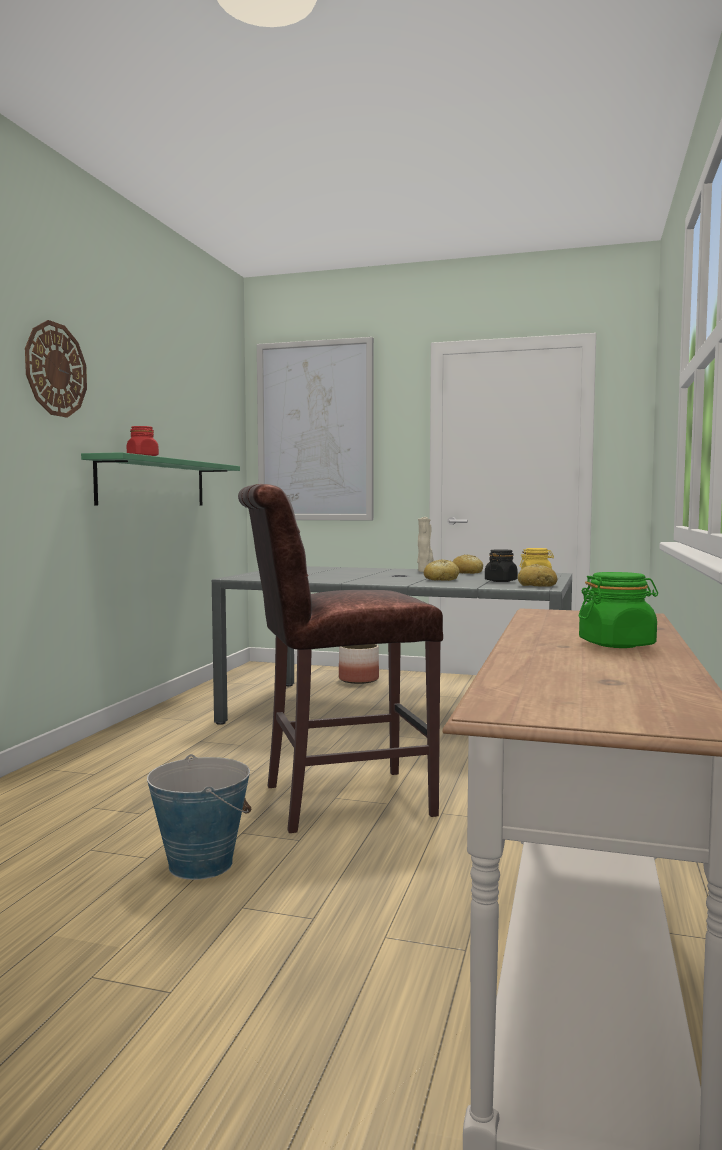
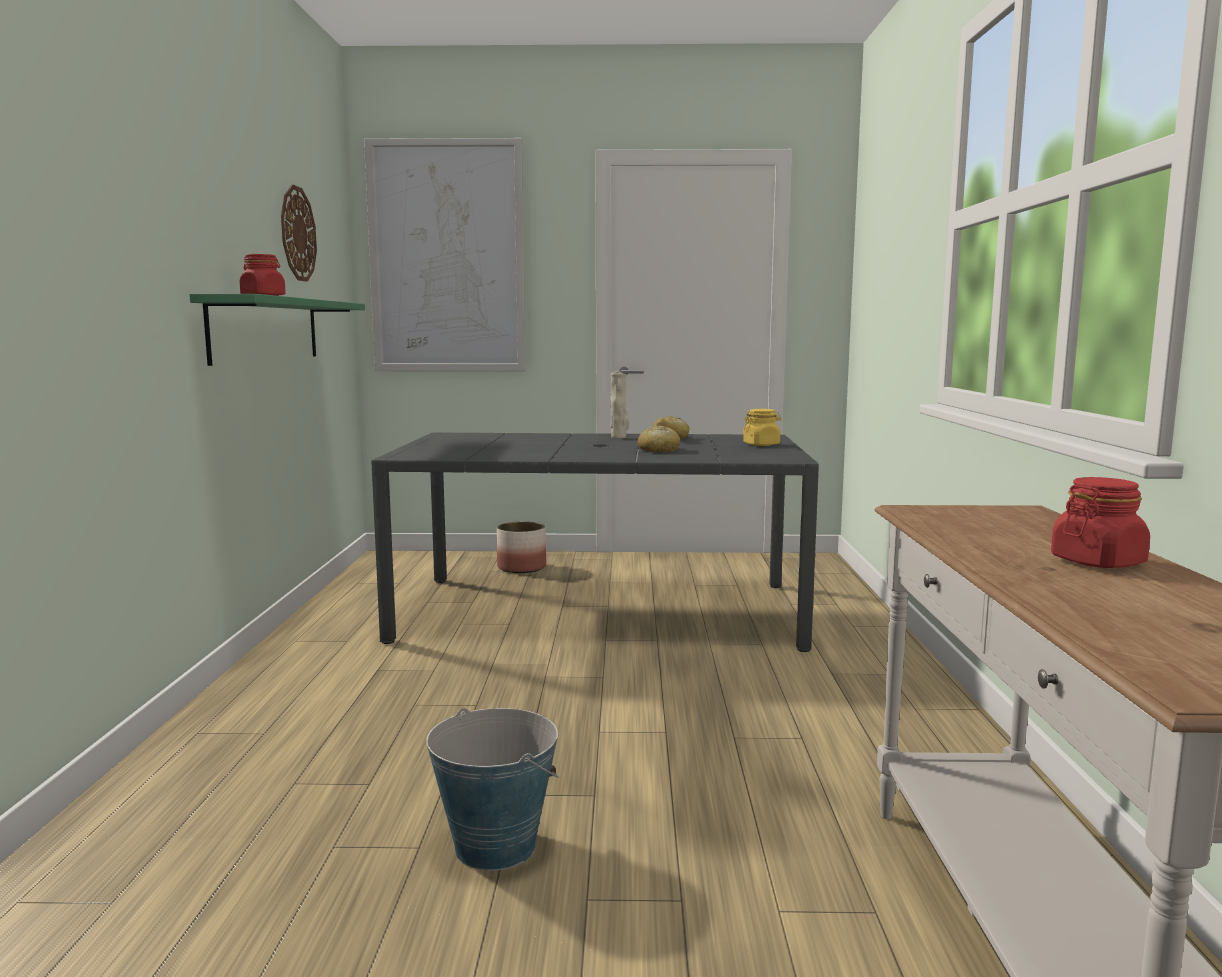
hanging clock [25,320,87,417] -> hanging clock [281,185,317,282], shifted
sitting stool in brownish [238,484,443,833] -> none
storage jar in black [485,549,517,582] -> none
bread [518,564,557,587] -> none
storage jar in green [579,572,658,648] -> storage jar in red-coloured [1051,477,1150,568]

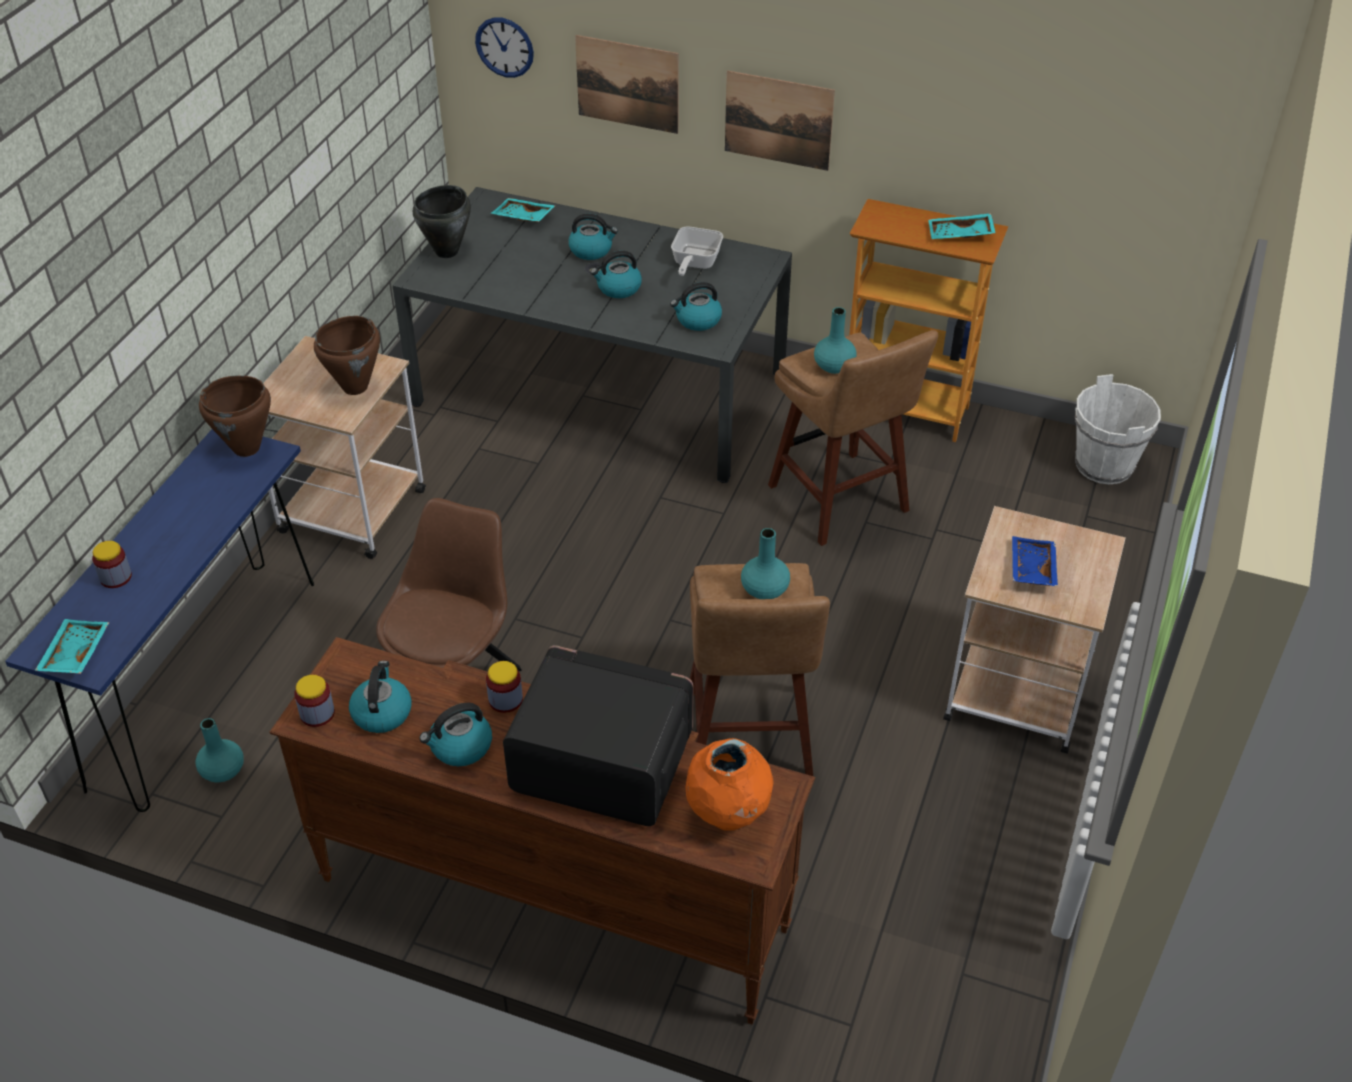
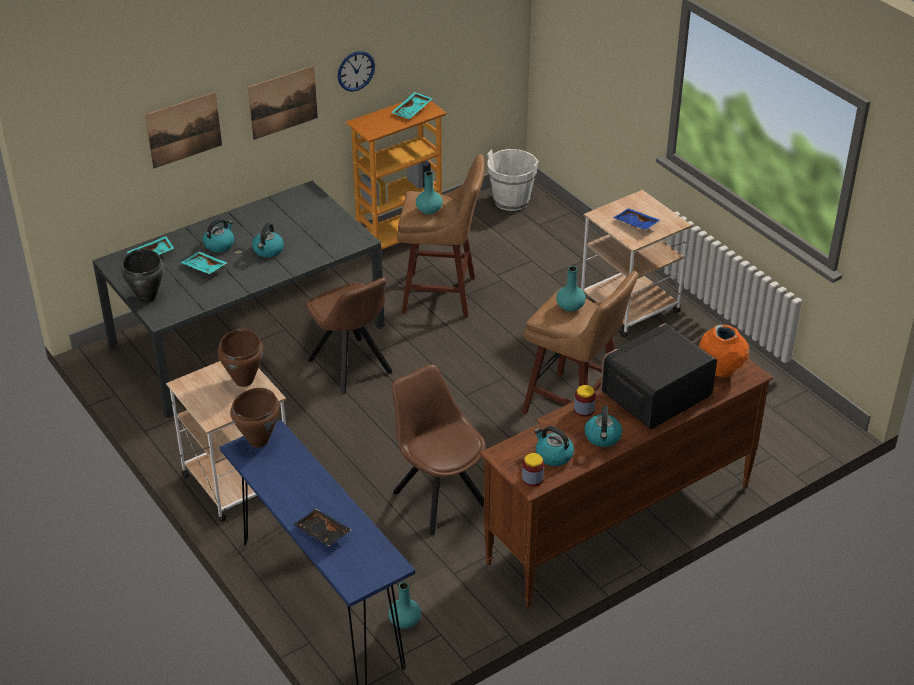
tray in turquoise [35,619,109,674] -> tray in turquoise [181,252,227,274], shifted
storage jar [92,541,132,588] -> tray in black [293,509,351,546]
hanging clock [475,17,534,78] -> hanging clock [338,51,375,92], shifted
kettle [670,282,722,331] -> none
pan [671,226,723,276] -> none
none -> upright chair in brownish [306,277,392,394]

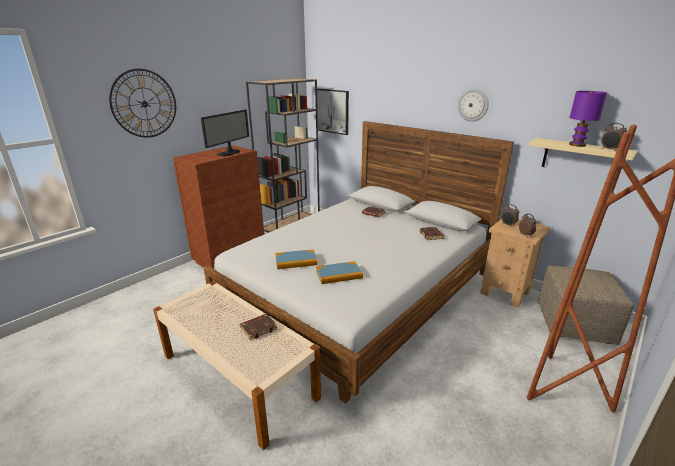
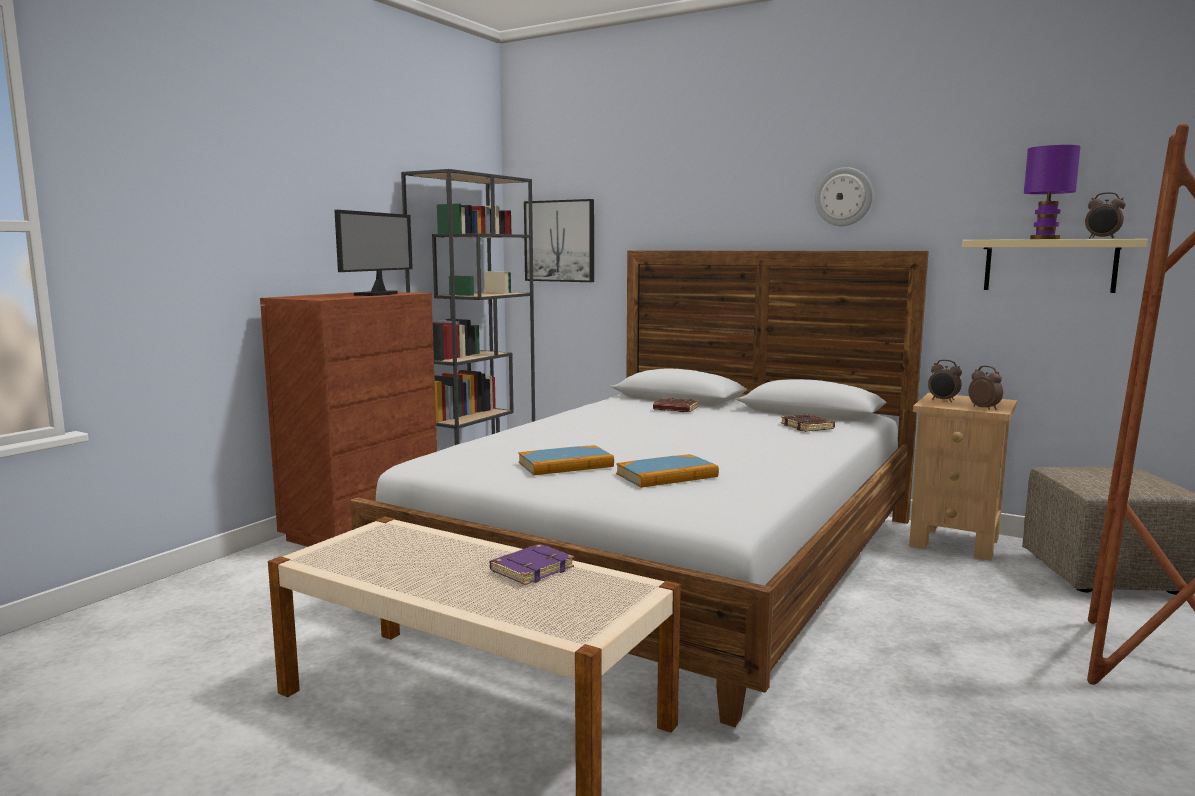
hanging clock [109,69,176,138] -> none
bound book in brownish [240,314,278,341] -> bound book in purplish [490,544,574,585]

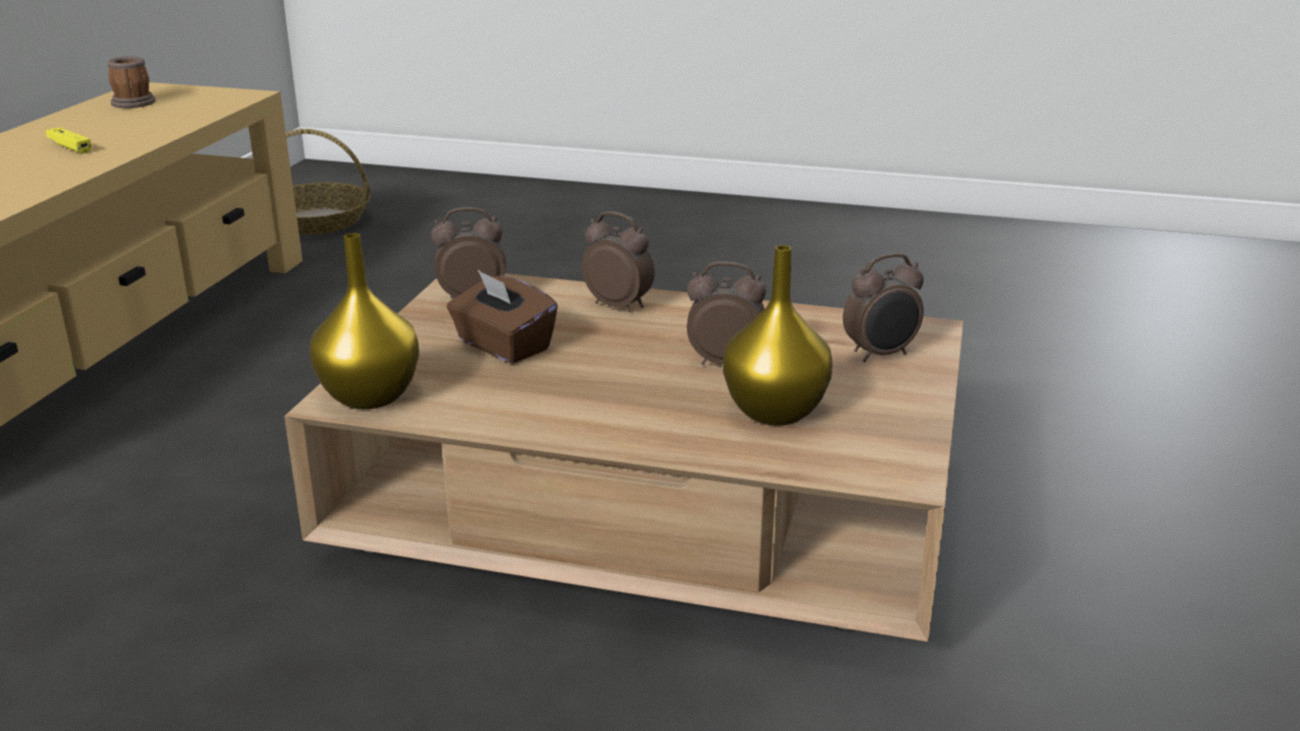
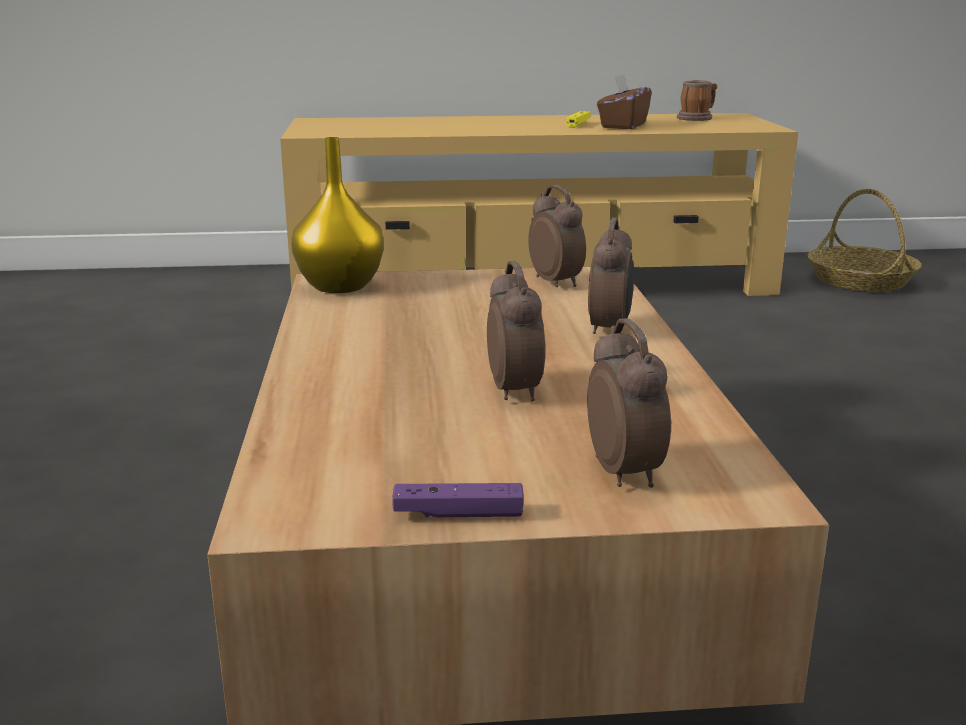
tissue holder in brownish [447,269,558,364] -> tissue holder in brownish [597,74,652,129], shifted
vase in yellowish [723,245,833,426] -> none
alarm clock [843,253,924,362] -> alarm clock [587,318,671,488], 150 degrees counterclockwise
none -> joypad in purplish [392,483,524,517]

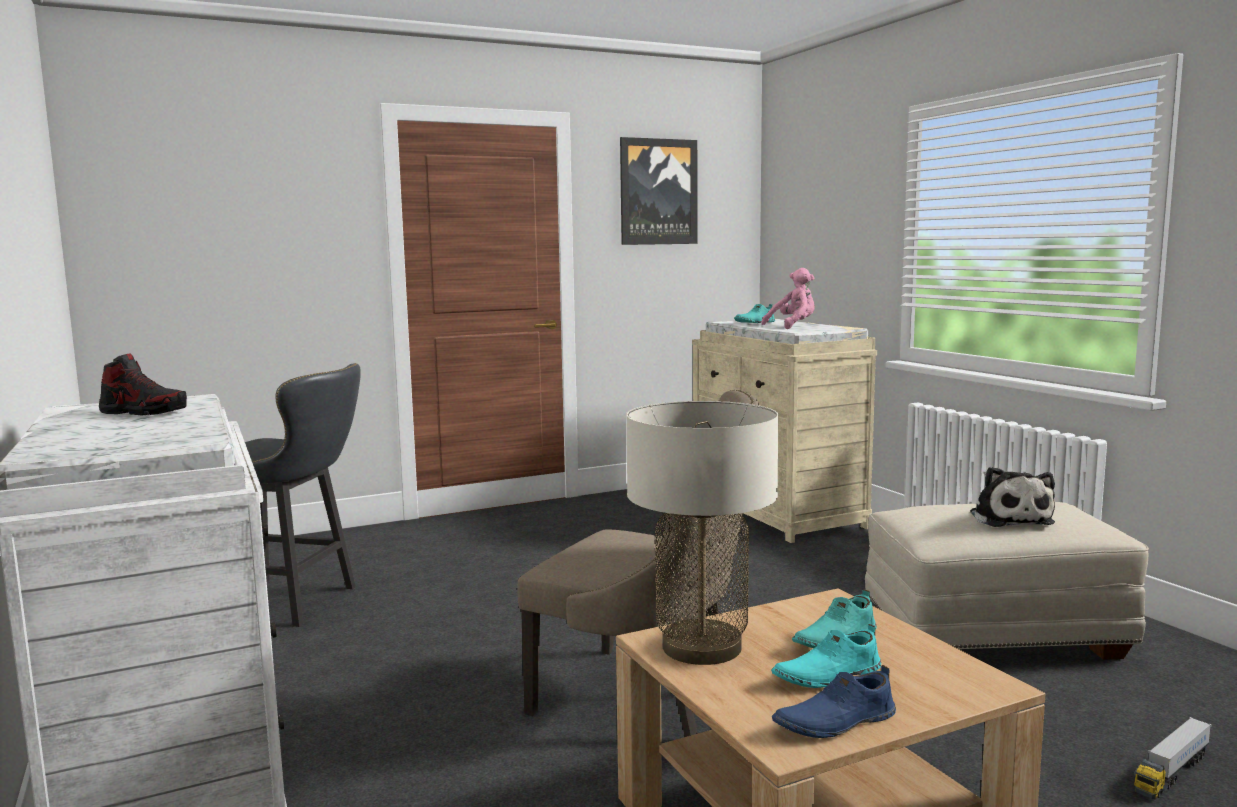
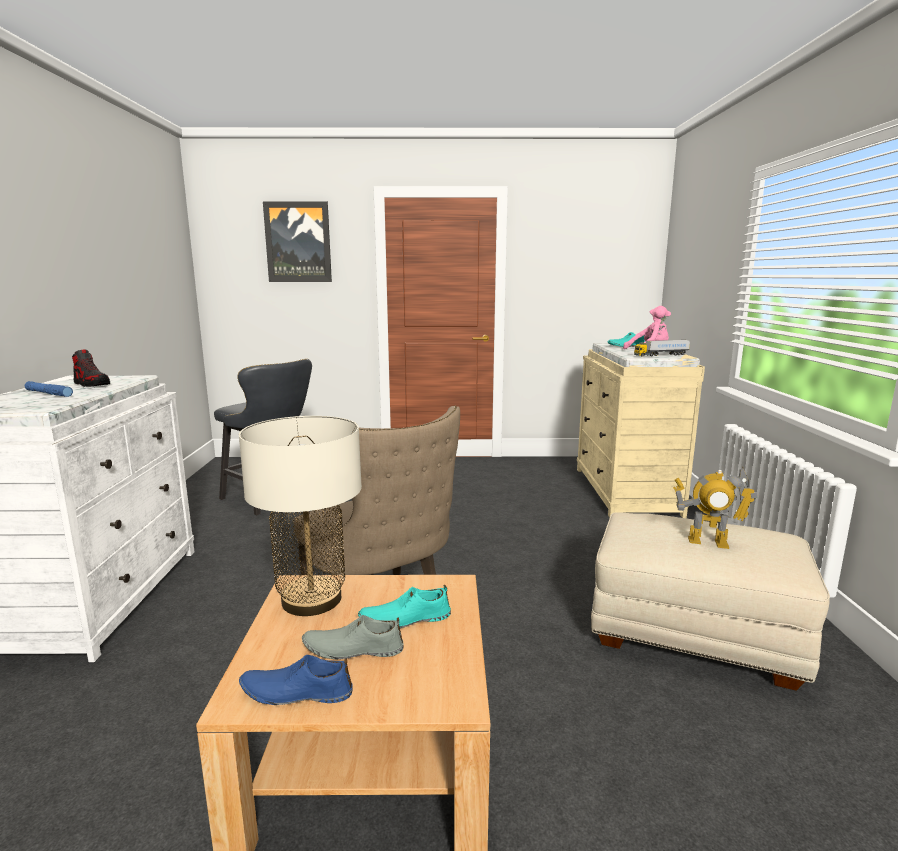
wall picture [620,137,697,245] -> wall picture [263,201,332,282], shifted
low shoe in turquoise [771,624,881,688] -> low shoe in greyish [302,615,403,660]
cuddly toy [970,467,1055,527] -> toy robot [673,467,757,549]
toy lorry [1134,717,1212,799] -> toy lorry [634,340,690,357], shifted
none -> torch in blue-coloured [25,381,73,397]

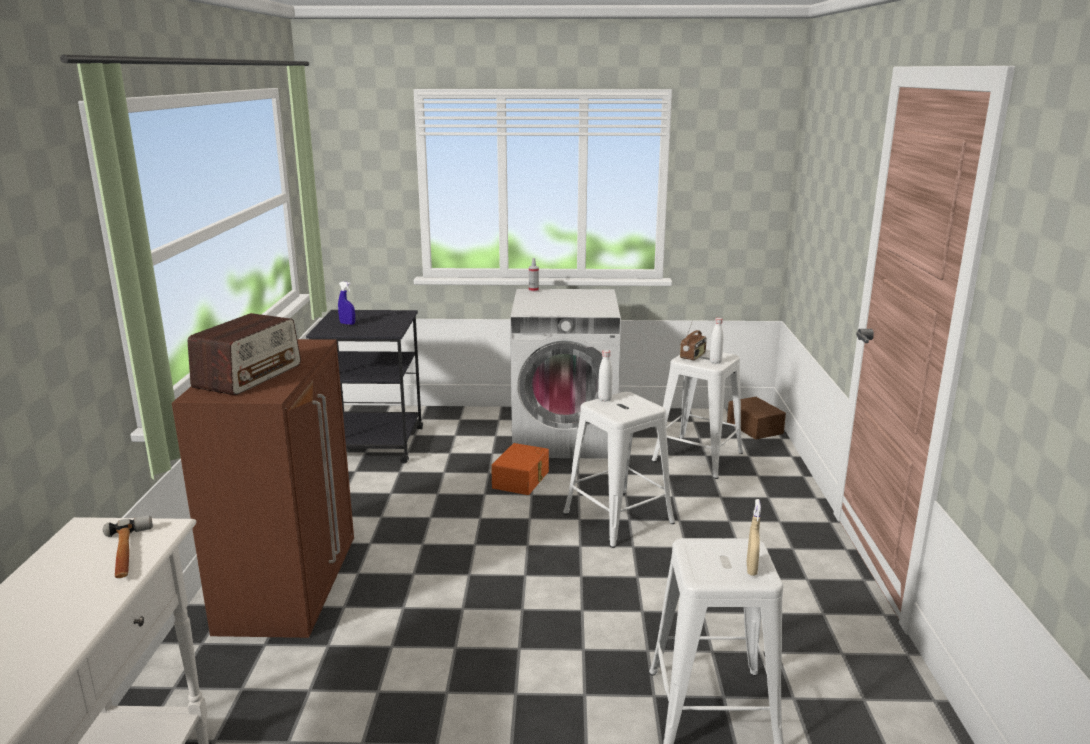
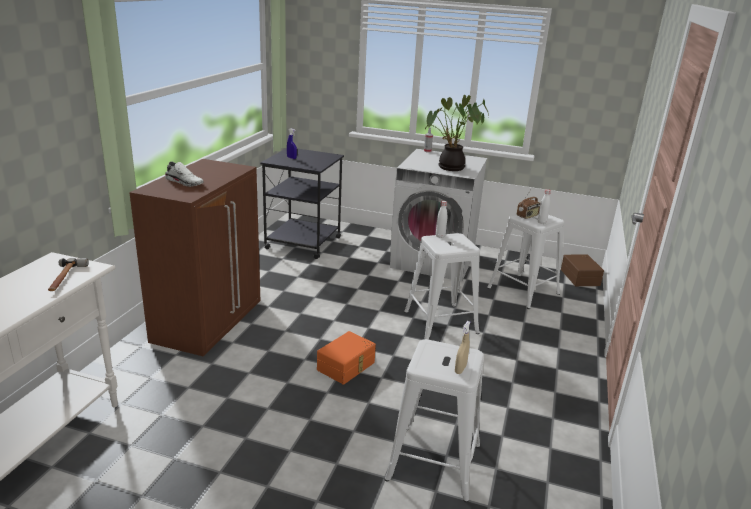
radio receiver [188,313,301,395] -> low shoe in white [165,162,204,187]
storage box in orange-coloured [491,443,549,495] -> storage box in orange-coloured [317,331,376,384], shifted
none -> plant in a pot [425,95,489,171]

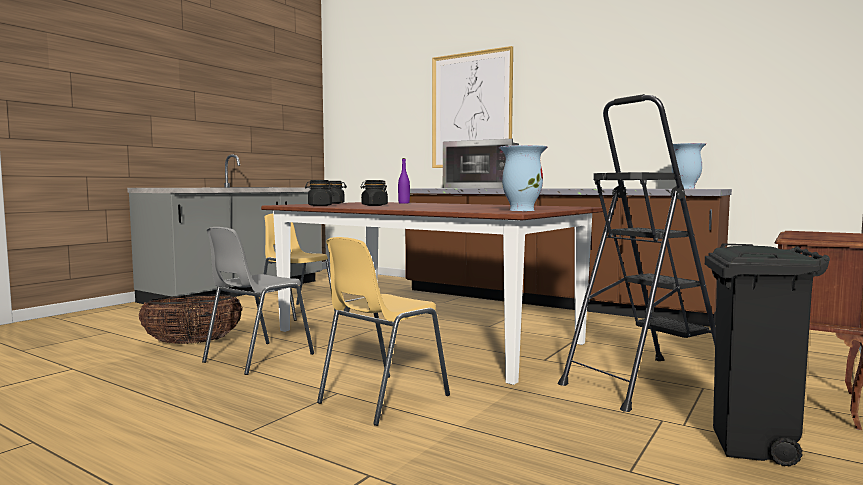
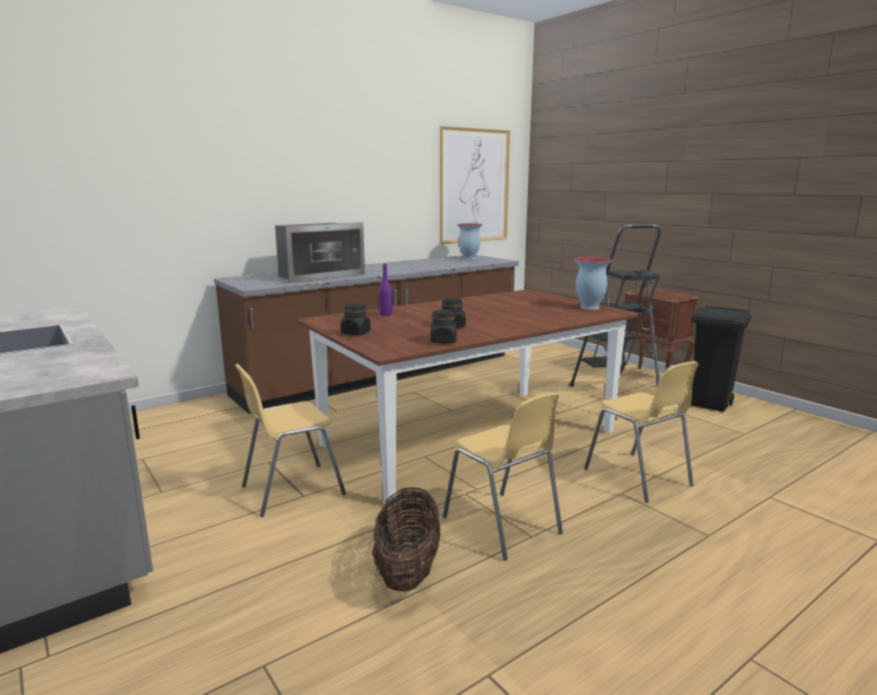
upright chair in greyish [202,227,314,375] -> upright chair in yellowish [443,393,563,560]
wall picture [432,46,513,168] -> wall picture [440,126,510,244], shifted

